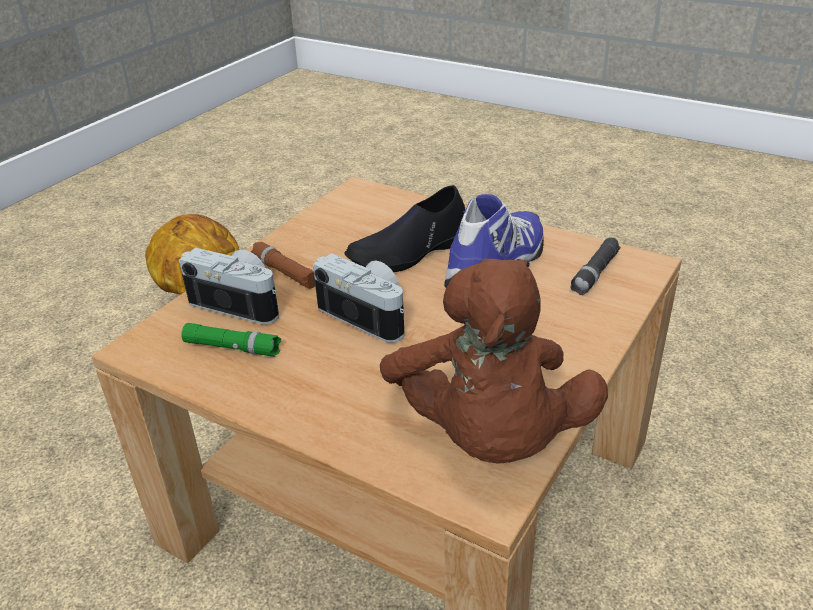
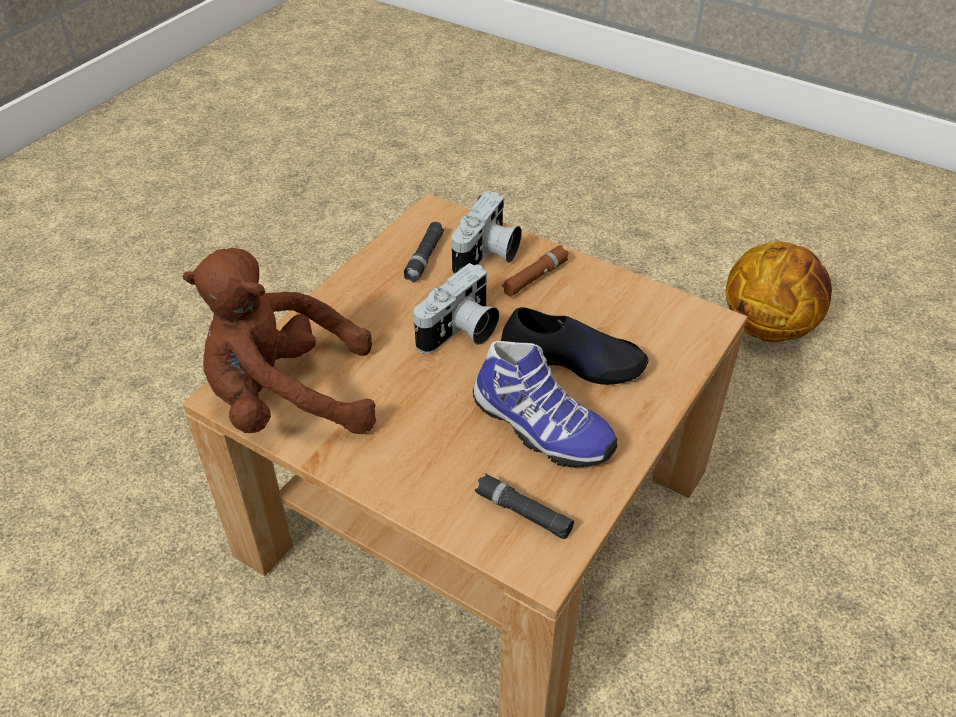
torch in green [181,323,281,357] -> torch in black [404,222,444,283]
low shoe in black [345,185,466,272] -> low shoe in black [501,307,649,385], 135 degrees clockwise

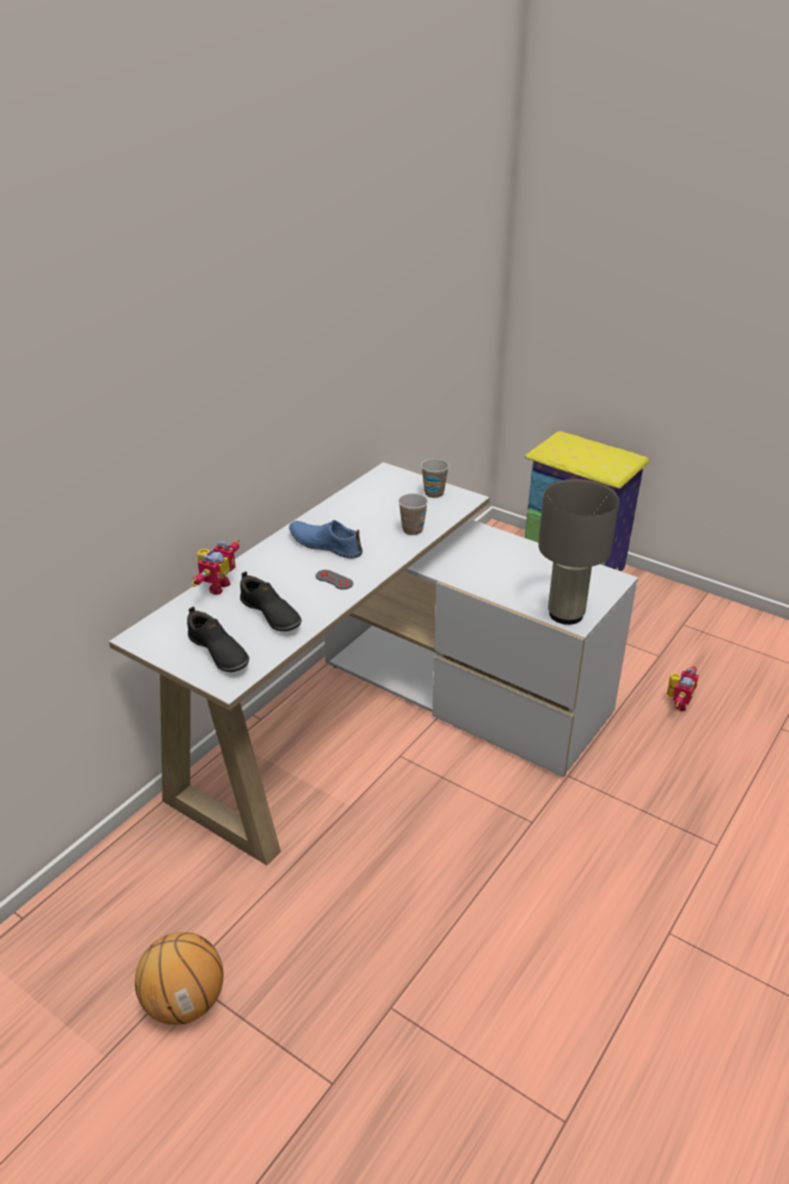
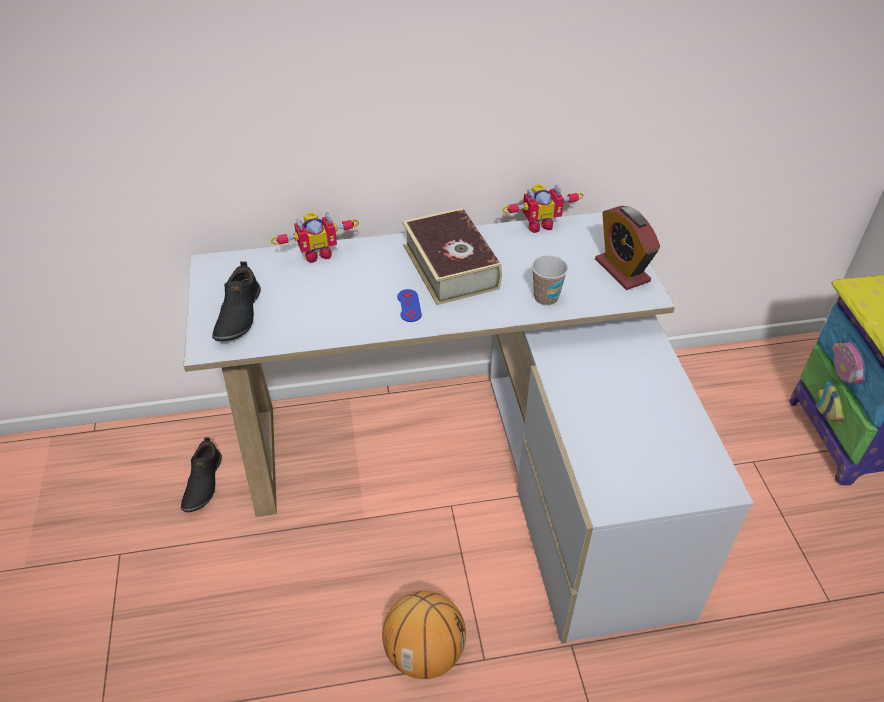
ball for basketball [135,932,223,1025] -> ball for basketball [382,591,466,679], shifted
low shoe in black [240,571,302,632] -> low shoe in black [181,437,222,512], shifted
low shoe in blue-coloured [289,520,363,558] -> bound book [402,208,502,305]
joypad in greyish [316,570,353,590] -> joypad in blue-coloured [397,289,422,322]
drinking cup [421,459,449,498] -> alarm clock [595,206,660,290]
tabletop lamp in greyish [539,479,619,625] -> none
toy robot [667,665,699,711] -> toy robot [502,184,583,233], shifted

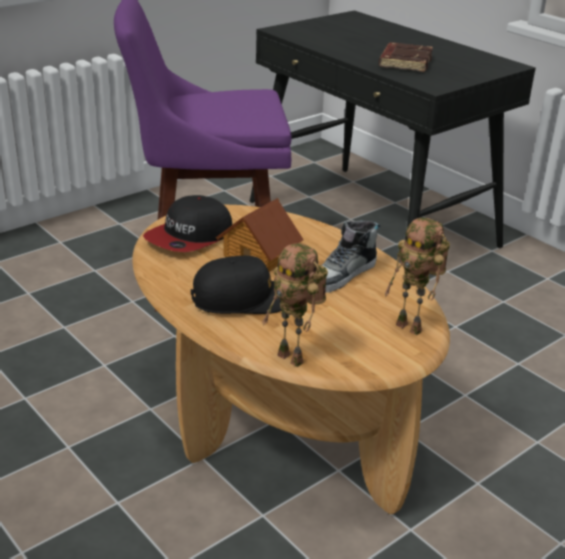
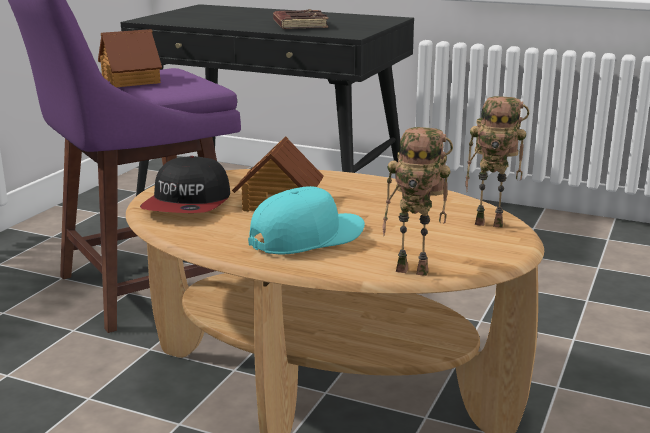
cap in black [191,256,282,314] -> cap in turquoise [248,186,365,254]
low shoe [322,221,380,293] -> none
none -> model house [98,29,162,88]

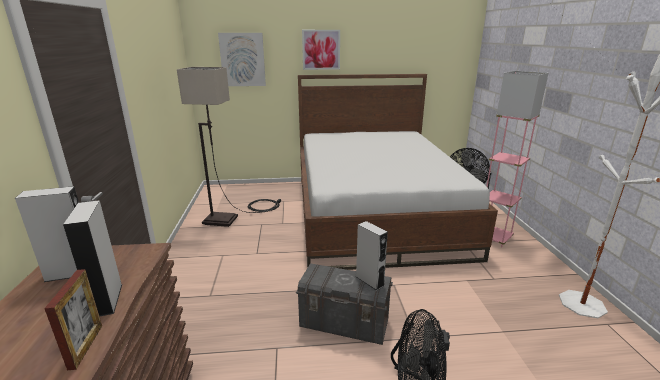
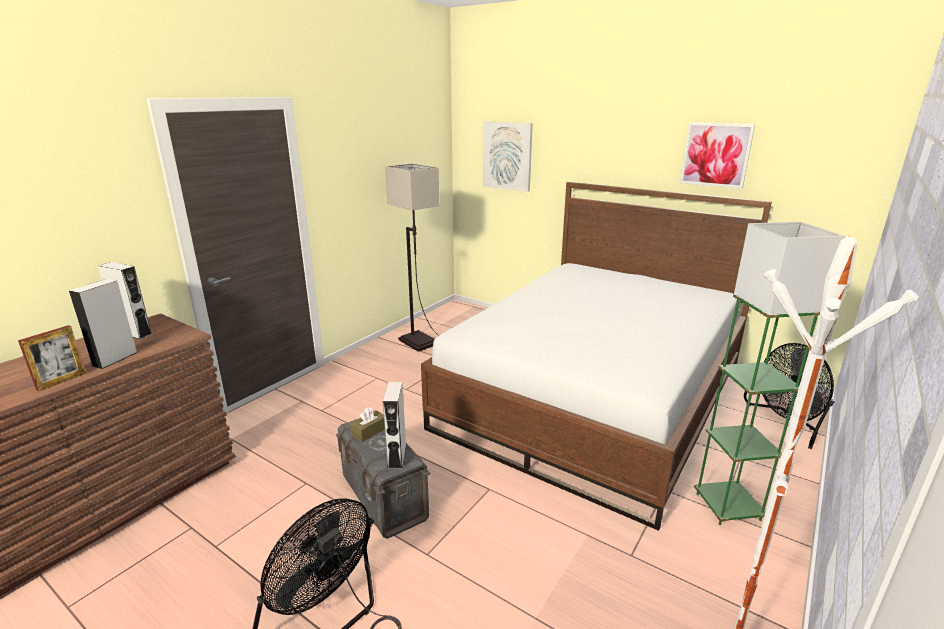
wall picture [302,30,340,70] -> wall picture [680,122,755,189], shifted
floor lamp in pinkish [486,71,548,247] -> floor lamp in green [694,222,845,525]
none -> tissue holder in brownish [350,407,385,442]

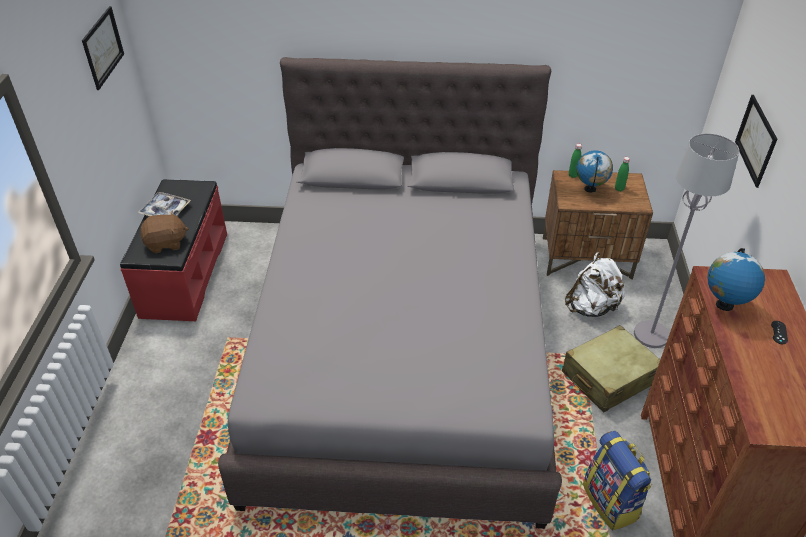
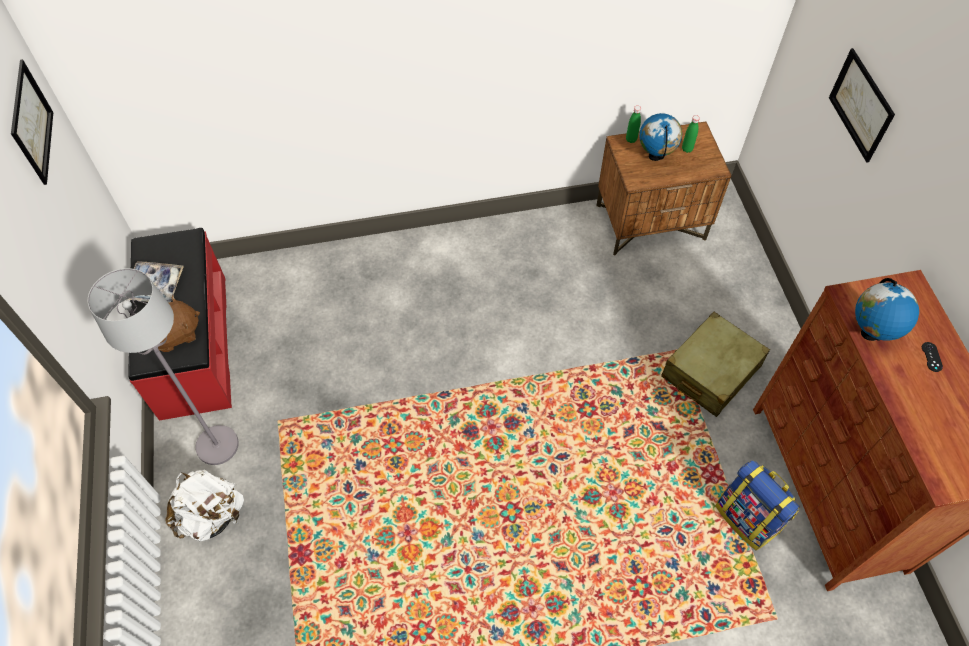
sleeping bed in greyish [218,57,562,529] -> none
rucksack in white [565,252,625,317] -> rucksack in white [165,469,244,541], shifted
floor lamp in greyish [634,133,739,348] -> floor lamp in greyish [88,268,239,465], shifted

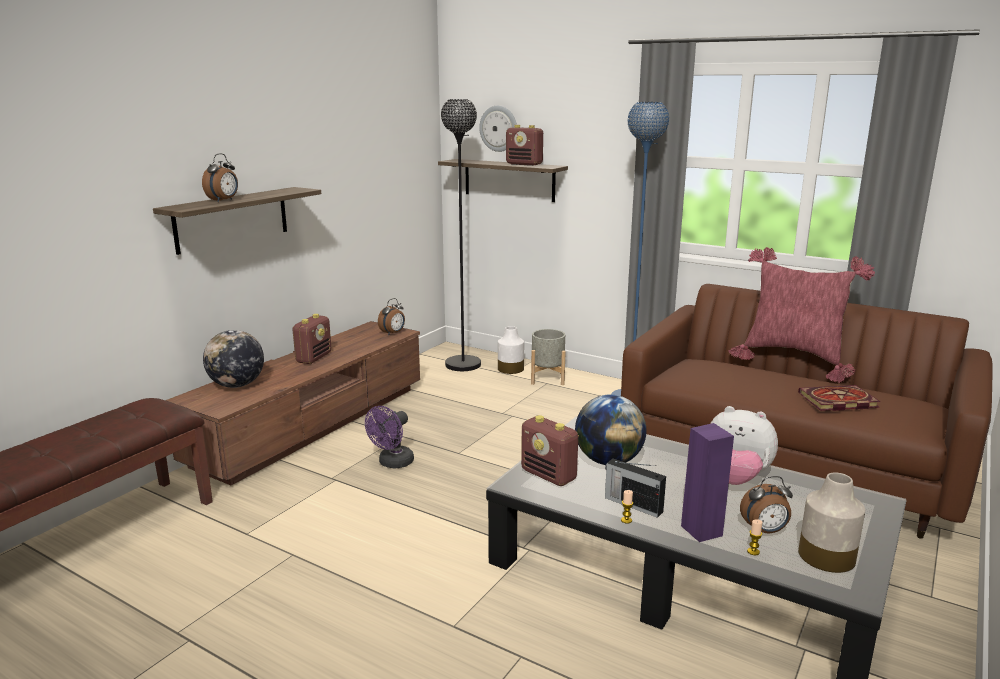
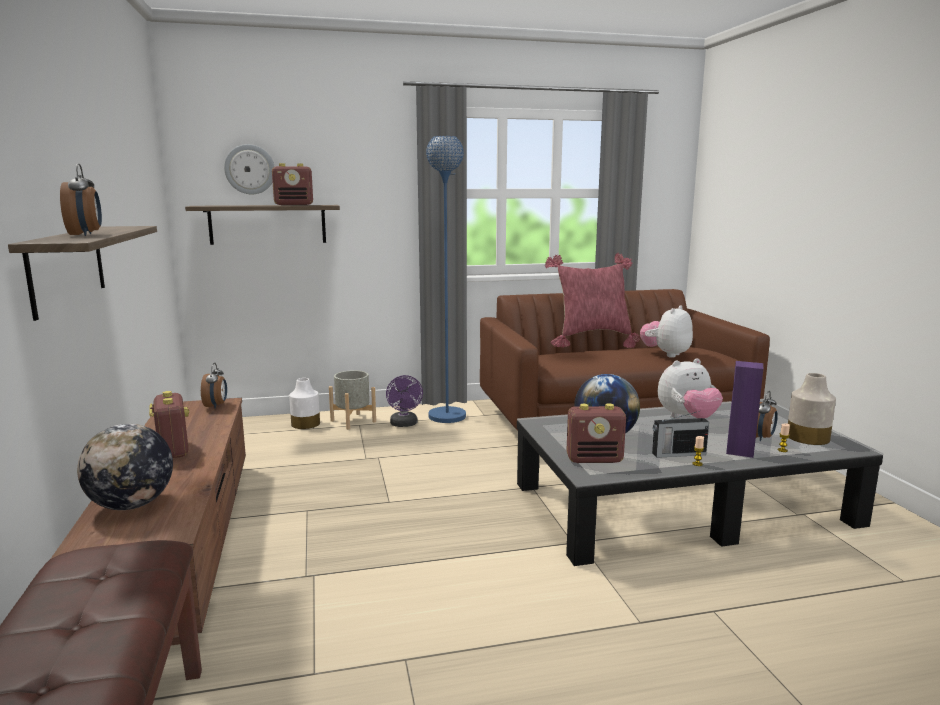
fan in purplish [365,406,414,469] -> fan in purplish [386,375,423,427], shifted
floor lamp in black [441,99,481,371] -> none
bound book [798,385,881,411] -> cuddly toy [640,305,693,358]

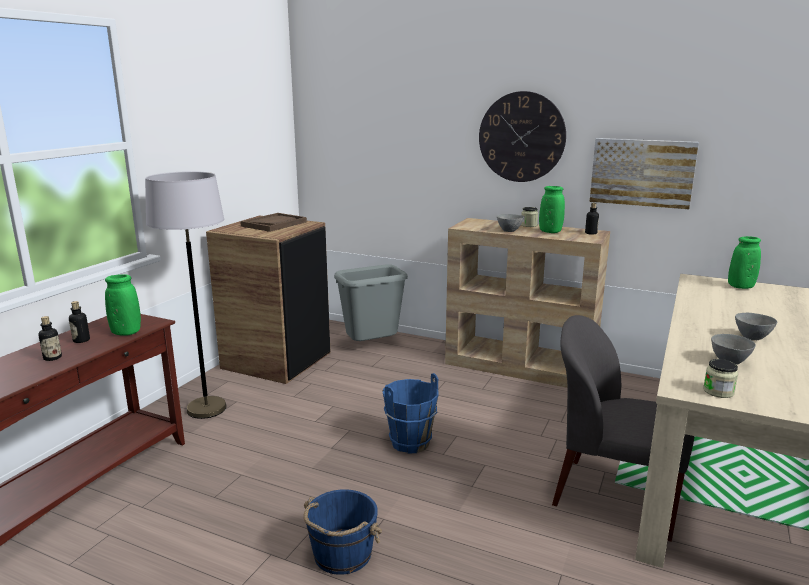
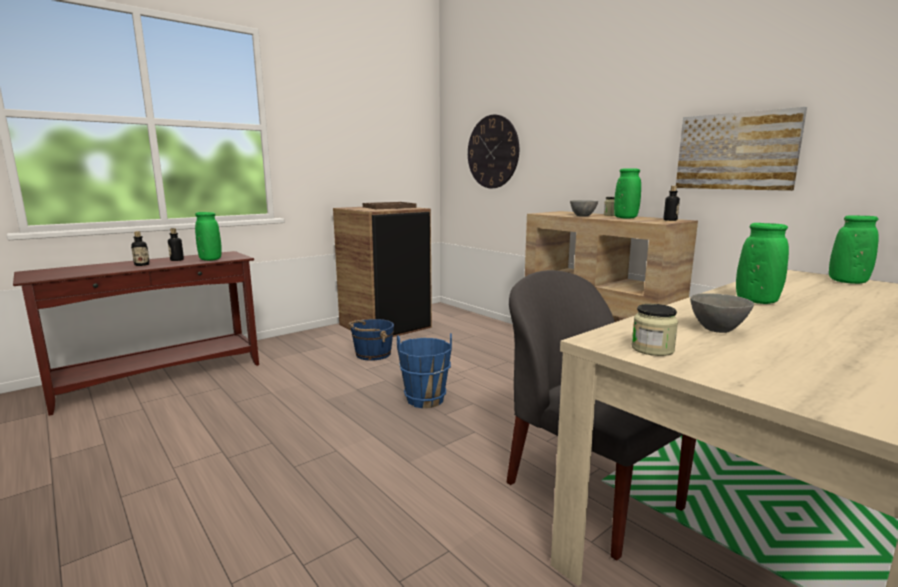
floor lamp in greyish [145,171,227,419] -> none
pail in blue-coloured [304,489,382,575] -> pail in blue-coloured [348,319,394,361], shifted
trash can in greyish [334,264,408,341] -> none
hanging clock [479,91,566,182] -> hanging clock [468,115,519,188], shifted
deep dish in greyish [735,313,777,340] -> none
none -> vase in green [736,223,789,304]

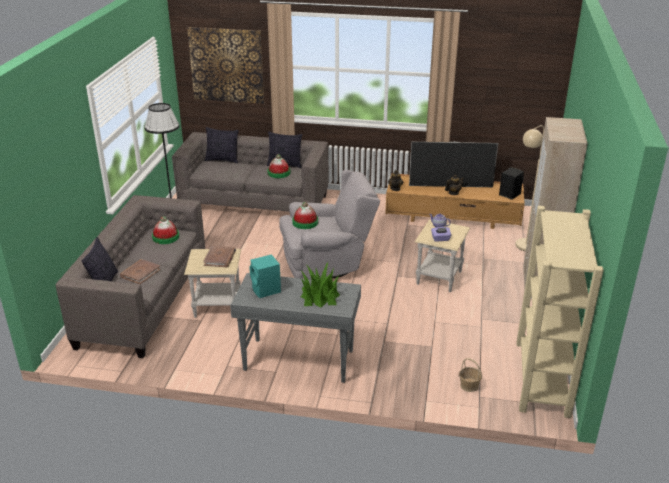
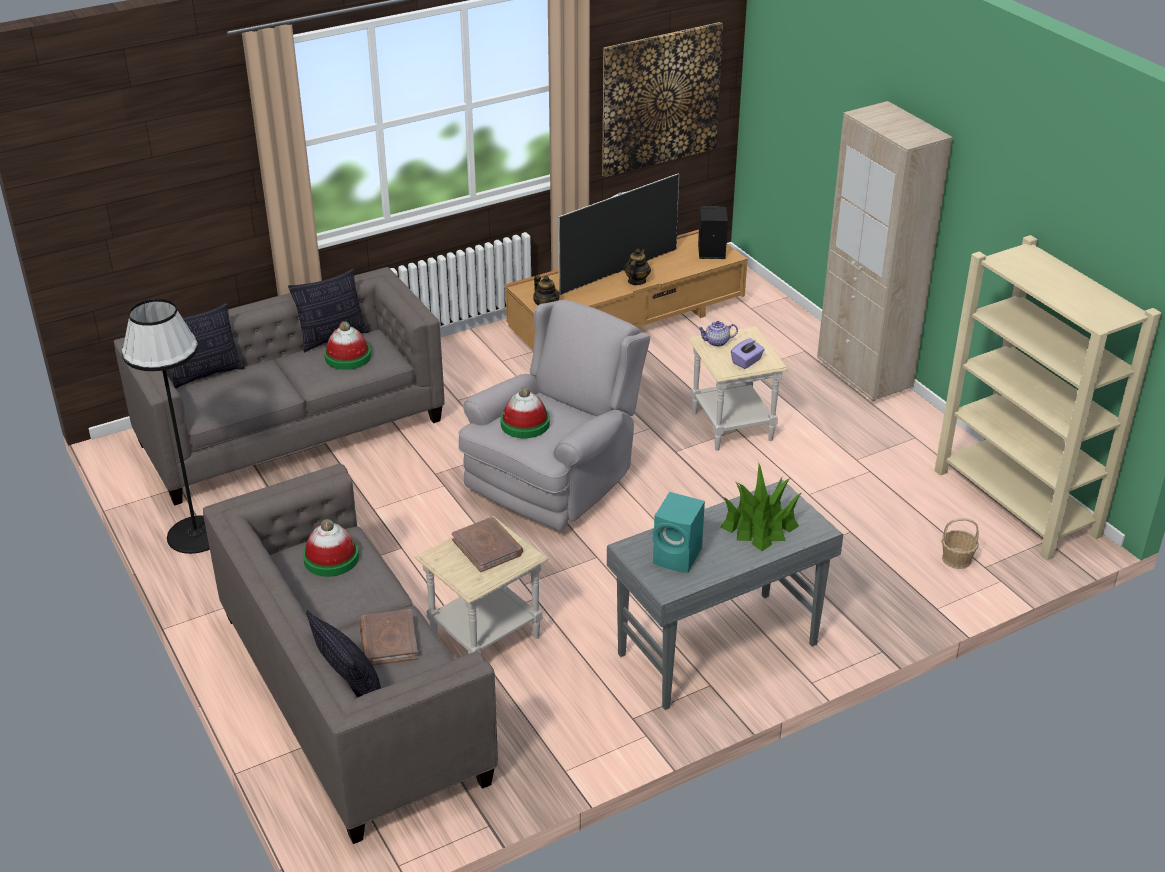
wall picture [187,27,264,104] -> wall picture [602,22,723,177], shifted
floor lamp in beige [515,125,544,251] -> none

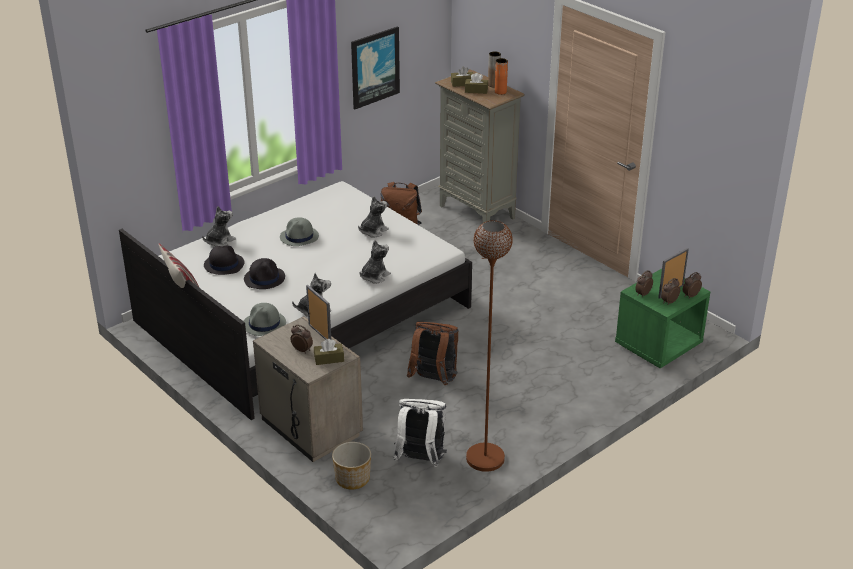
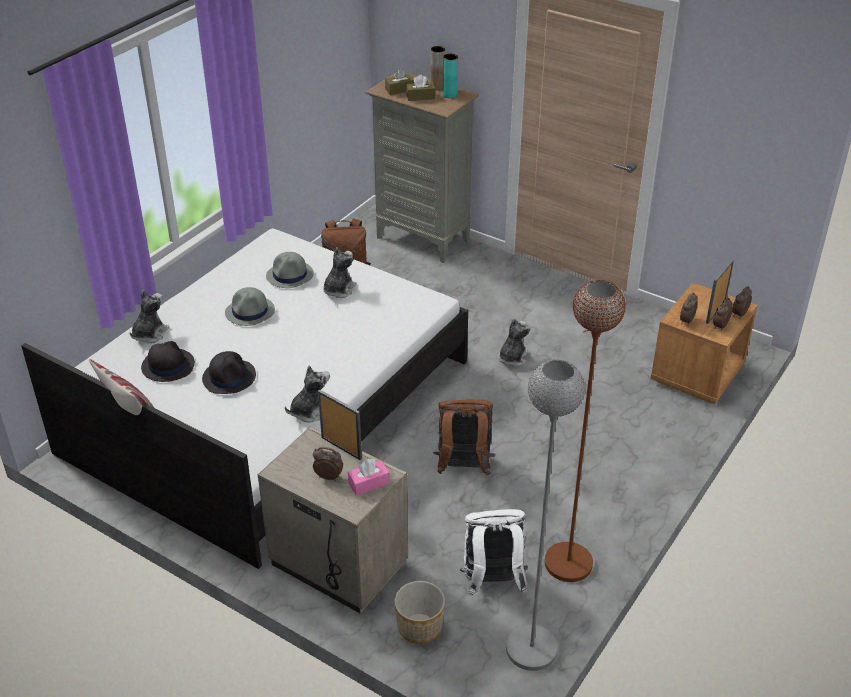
wearable hat in greyish [244,303,286,336] -> wearable hat in greyish [266,252,314,288], shifted
tissue holder in brownish [314,339,344,365] -> tissue holder in pinkish [348,459,390,496]
wall picture [351,26,400,109] -> none
cuddly toy [360,240,391,284] -> cuddly toy [498,319,530,367], shifted
vase in orange-coloured [495,58,508,95] -> vase in turquoise [443,54,458,98]
night table in green [615,269,710,368] -> night table in brownish [650,283,757,404]
none -> floor lamp in greyish [506,359,585,671]

